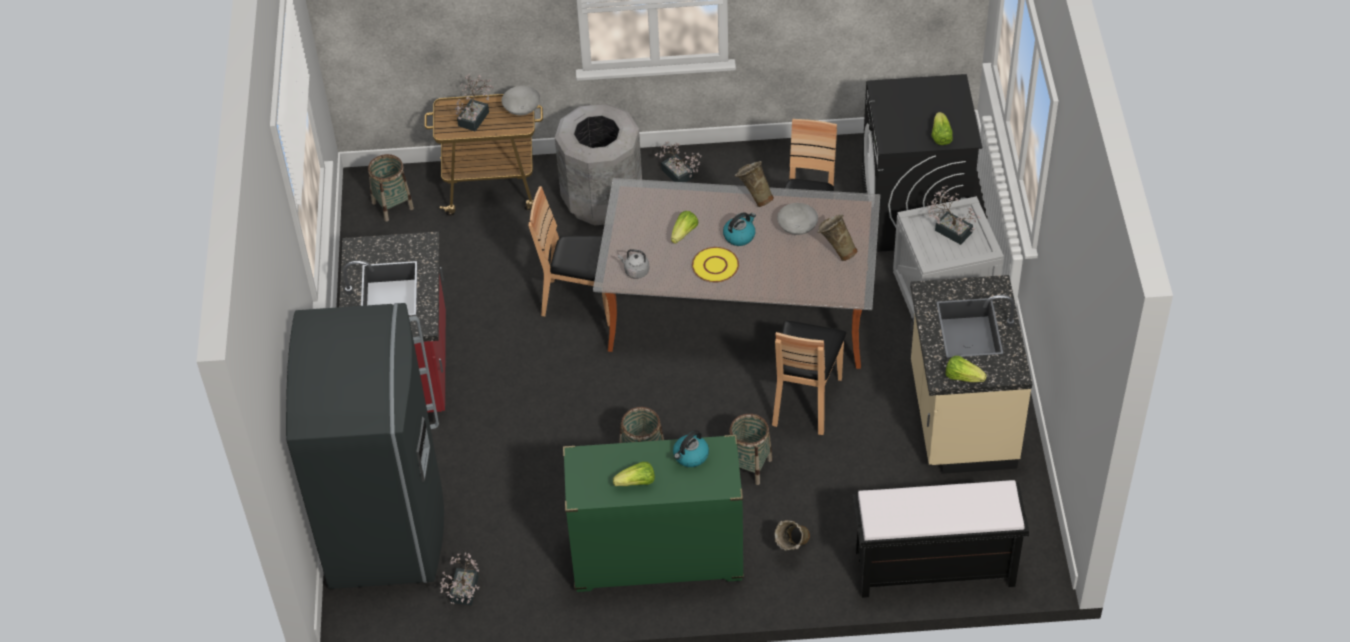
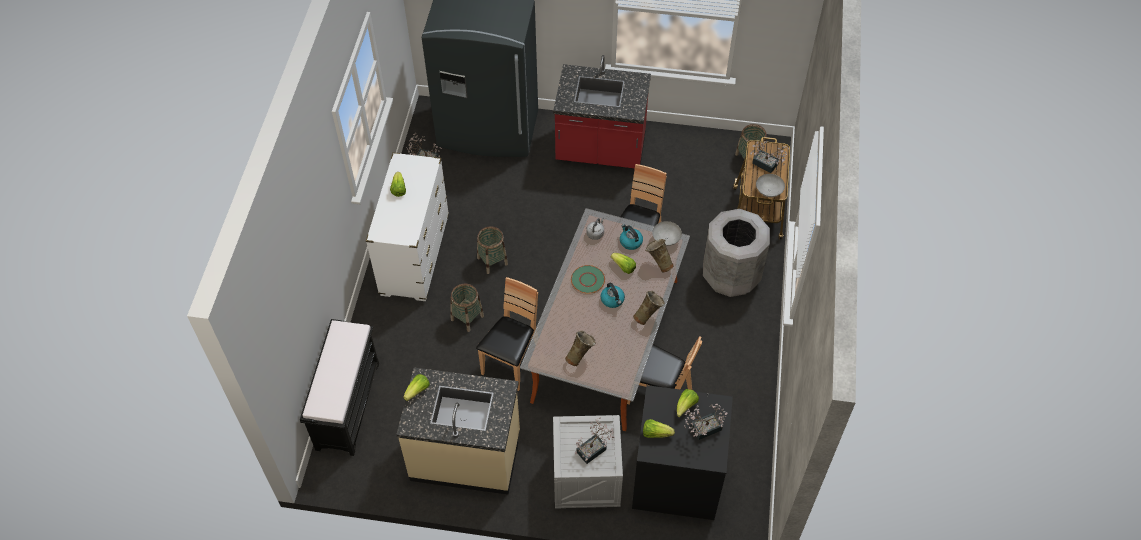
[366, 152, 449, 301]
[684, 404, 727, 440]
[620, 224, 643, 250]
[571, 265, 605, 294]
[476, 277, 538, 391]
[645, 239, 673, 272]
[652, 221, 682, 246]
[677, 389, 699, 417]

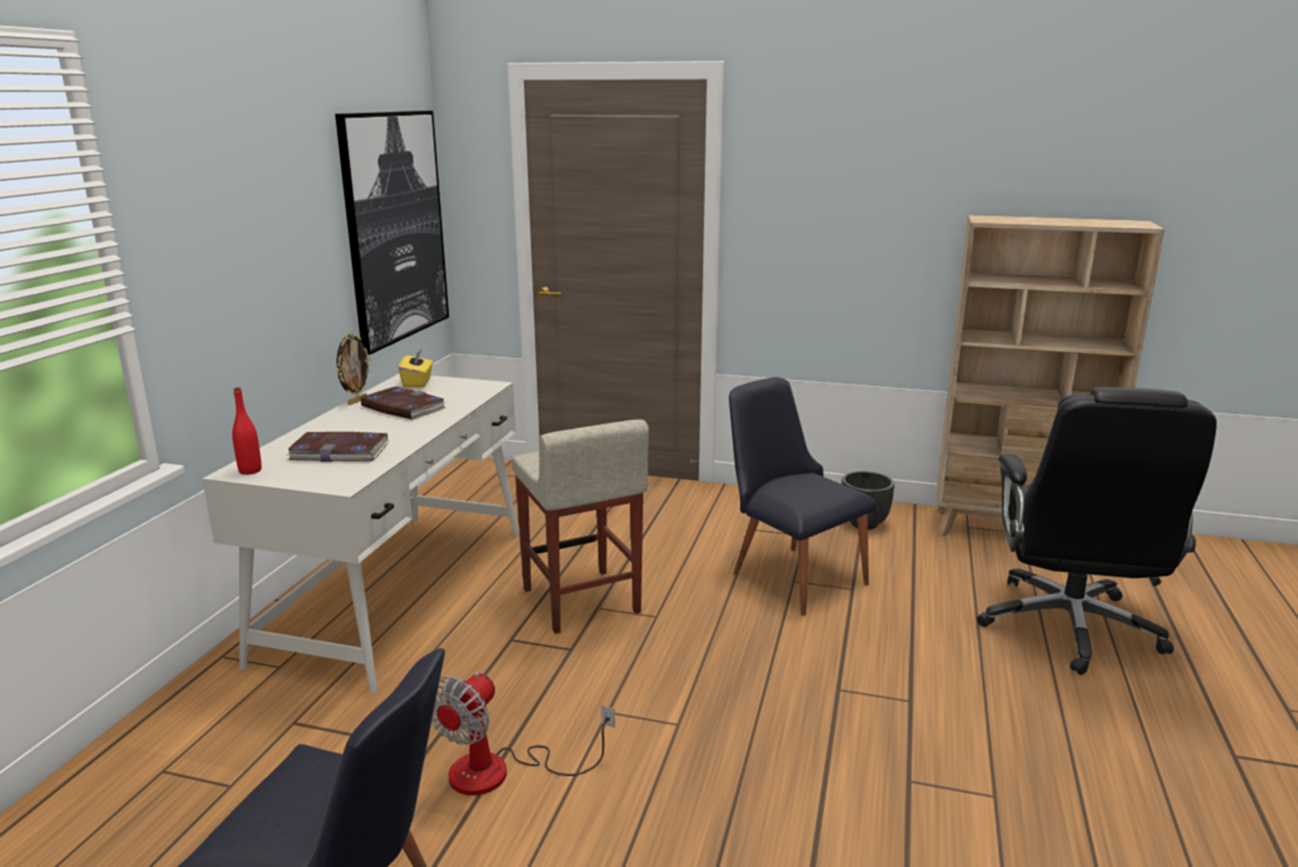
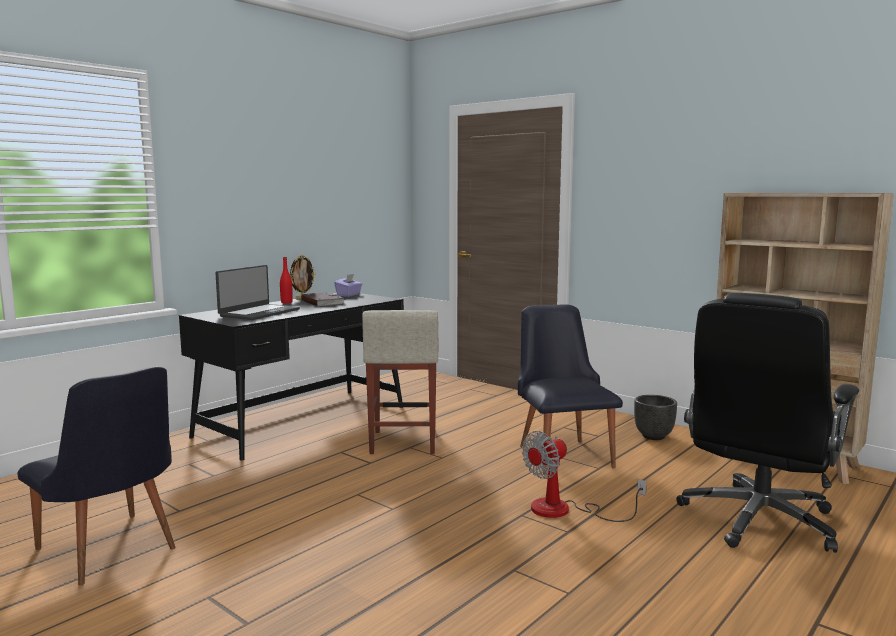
[179, 293, 404, 460]
[280, 257, 293, 303]
[215, 265, 300, 320]
[335, 111, 449, 355] (first image)
[334, 274, 362, 297]
[522, 431, 647, 522]

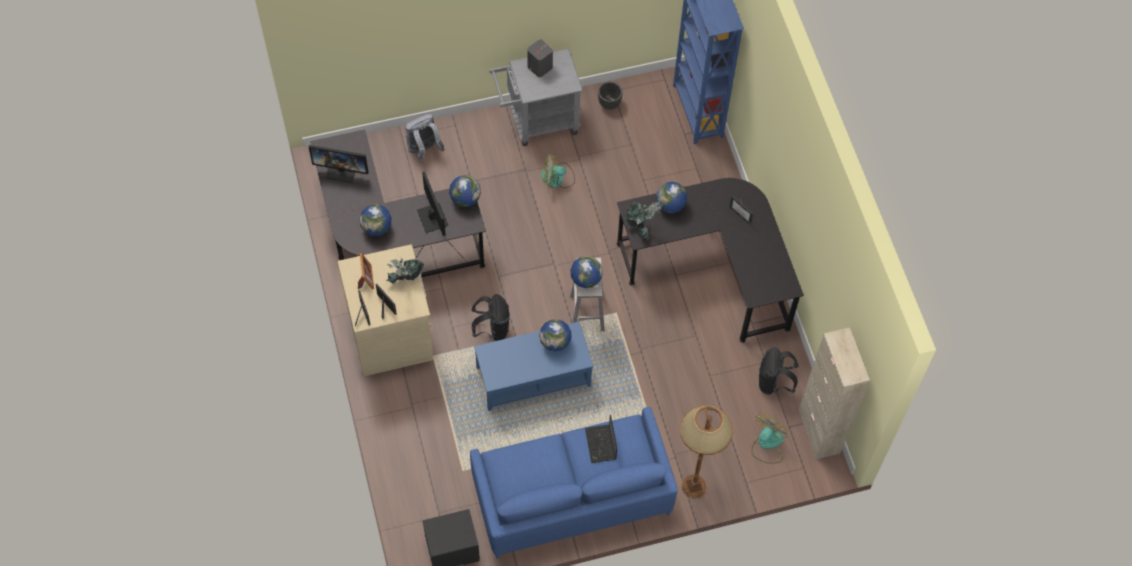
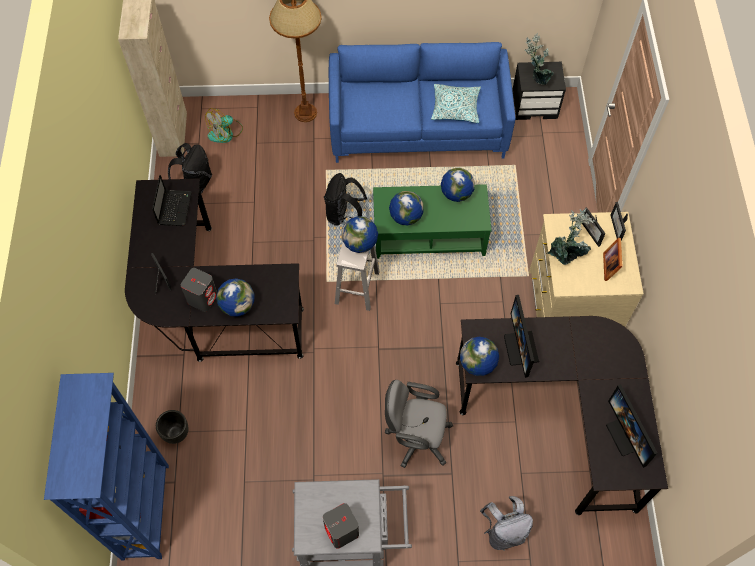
[606, 384, 657, 468]
[441, 168, 475, 202]
[324, 173, 367, 226]
[373, 184, 492, 259]
[541, 154, 575, 188] (first image)
[152, 175, 192, 226]
[156, 410, 189, 444]
[525, 33, 554, 85]
[181, 268, 217, 312]
[385, 380, 453, 468]
[431, 84, 481, 123]

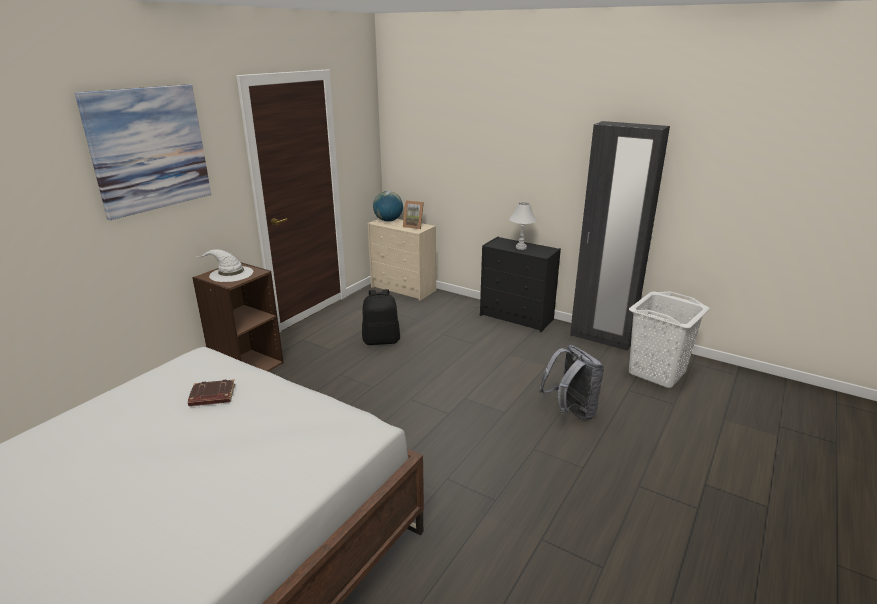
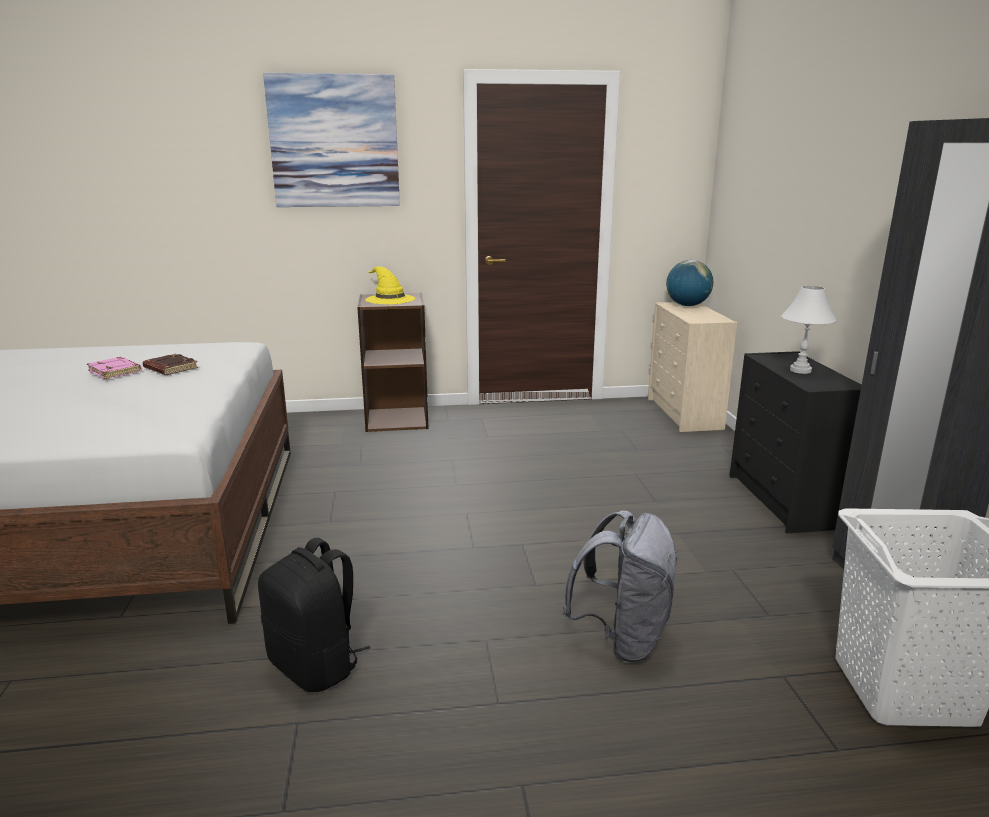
[365, 266, 415, 304]
[258, 538, 371, 692]
[403, 200, 424, 229] (first image)
[87, 357, 142, 379]

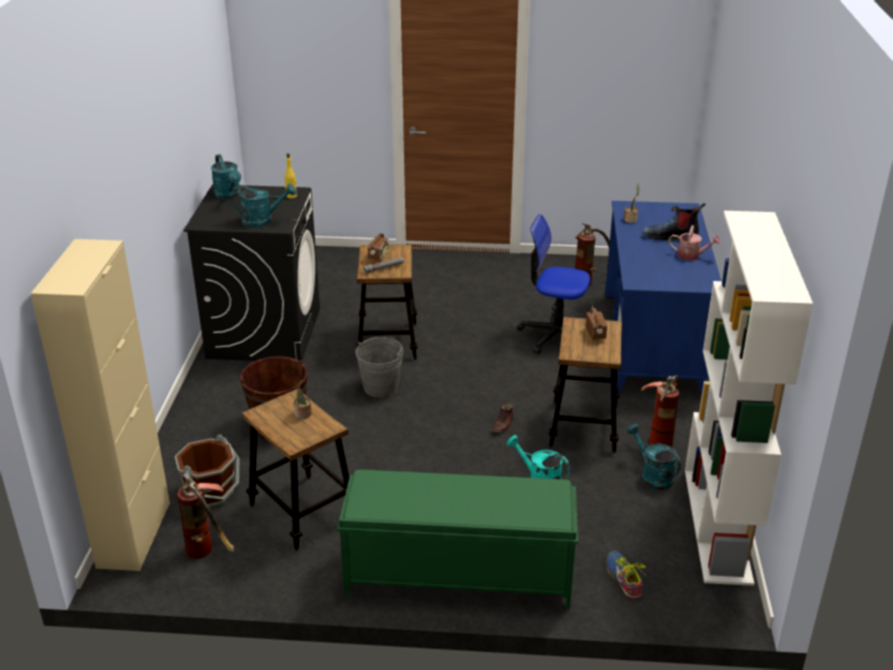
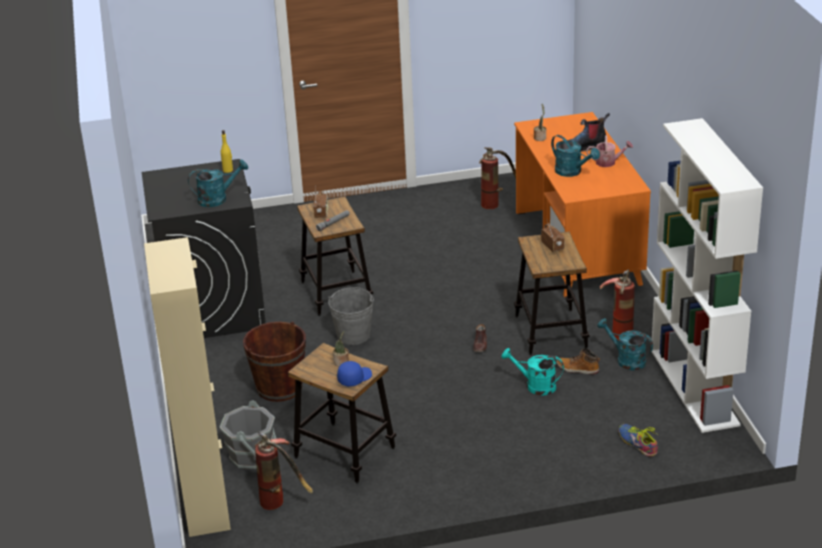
[219, 400, 277, 469]
[551, 135, 600, 177]
[337, 470, 578, 609] (first image)
[517, 214, 590, 354] (first image)
[514, 112, 651, 297]
[337, 361, 372, 387]
[557, 348, 600, 374]

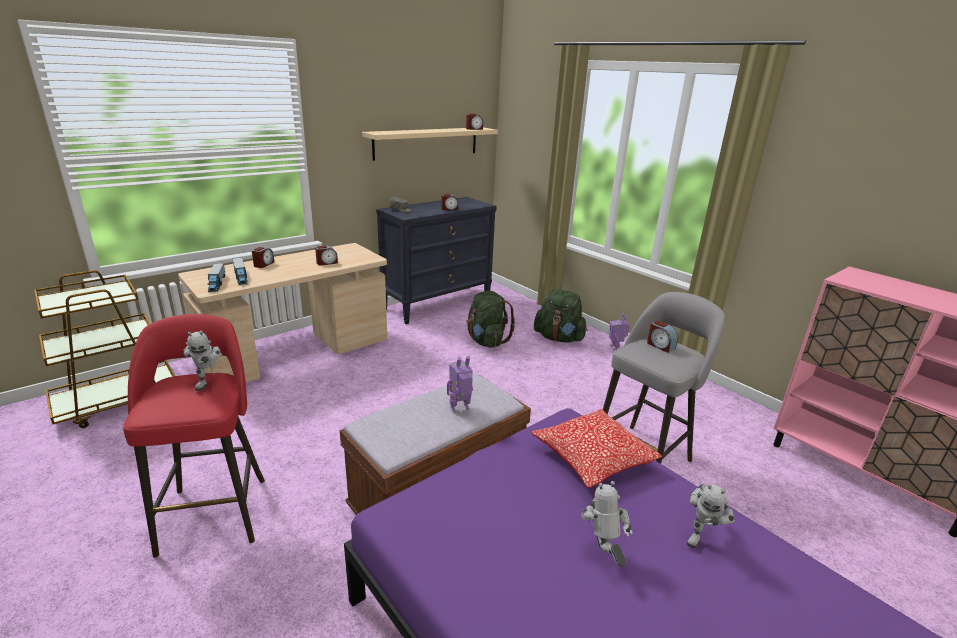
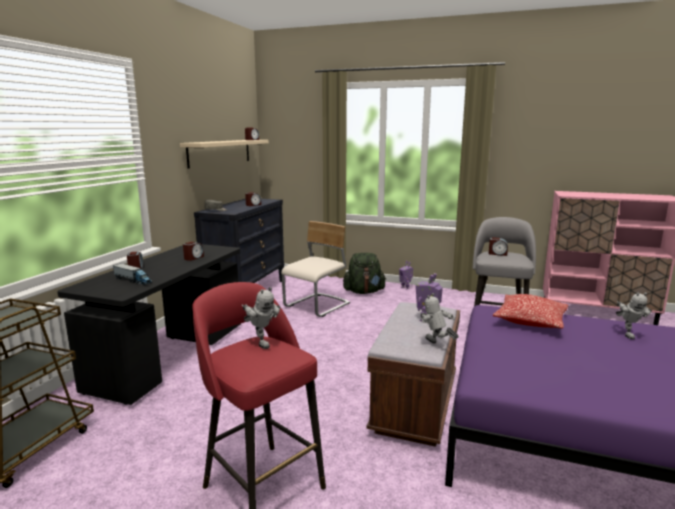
[57, 244, 240, 405]
[208, 263, 225, 292] (first image)
[281, 221, 350, 317]
[421, 293, 459, 343]

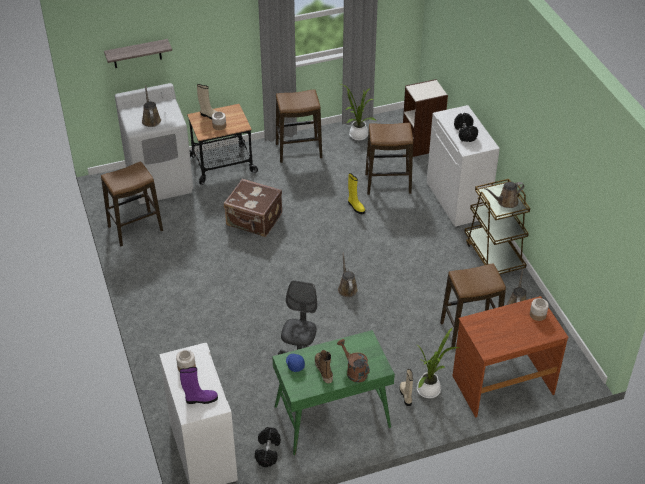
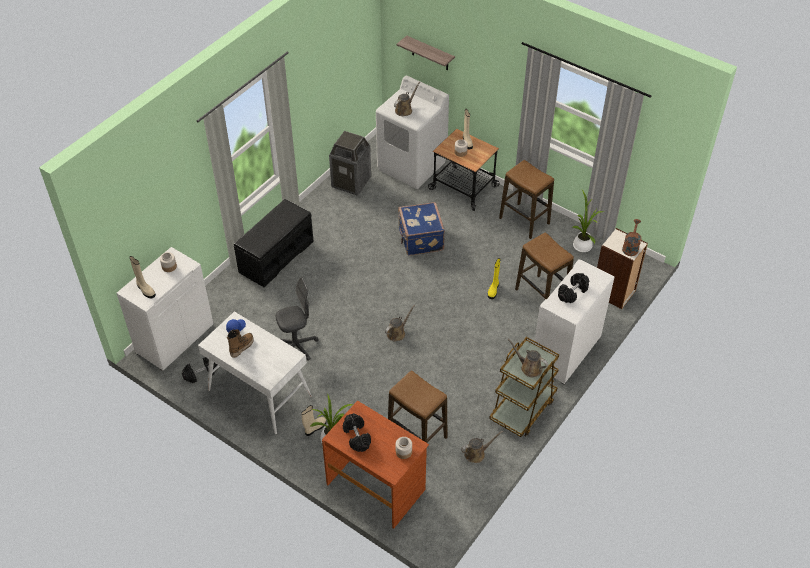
[329, 131, 371, 196]
[129, 256, 156, 299]
[398, 202, 445, 256]
[198, 312, 312, 434]
[622, 219, 642, 256]
[234, 199, 314, 288]
[343, 413, 371, 452]

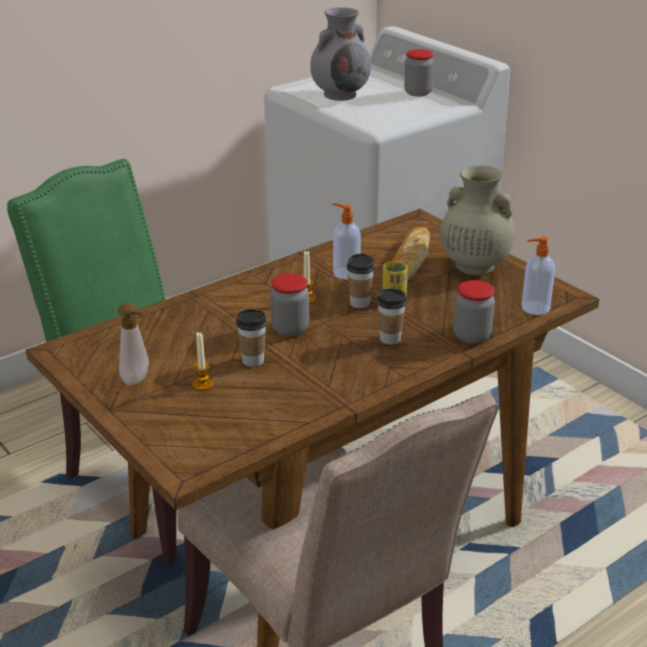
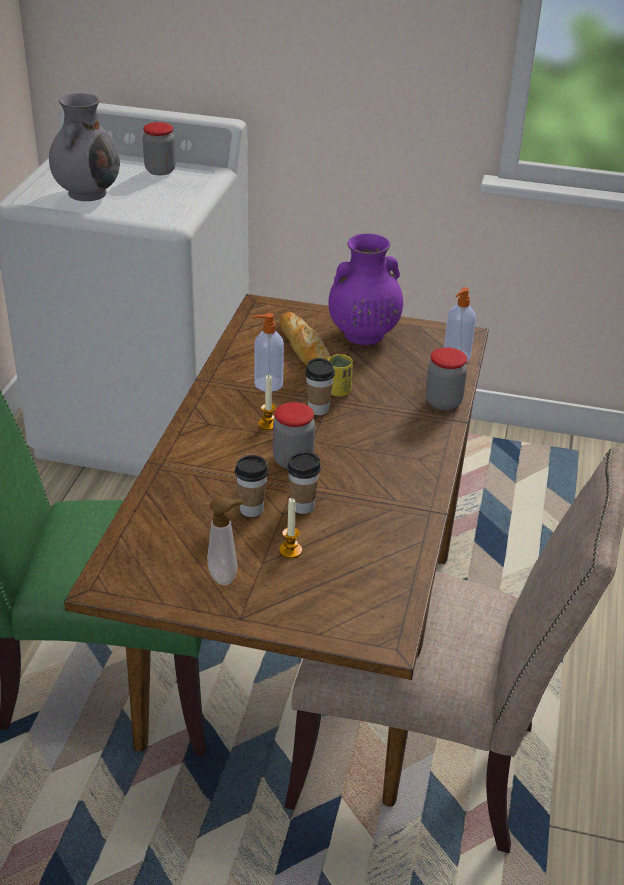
[235, 455, 269, 517]
[328, 233, 403, 345]

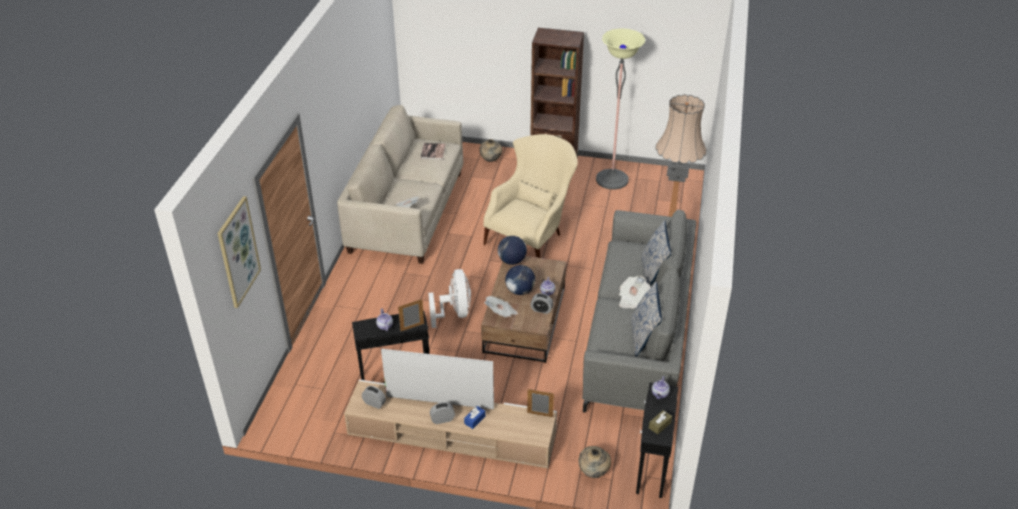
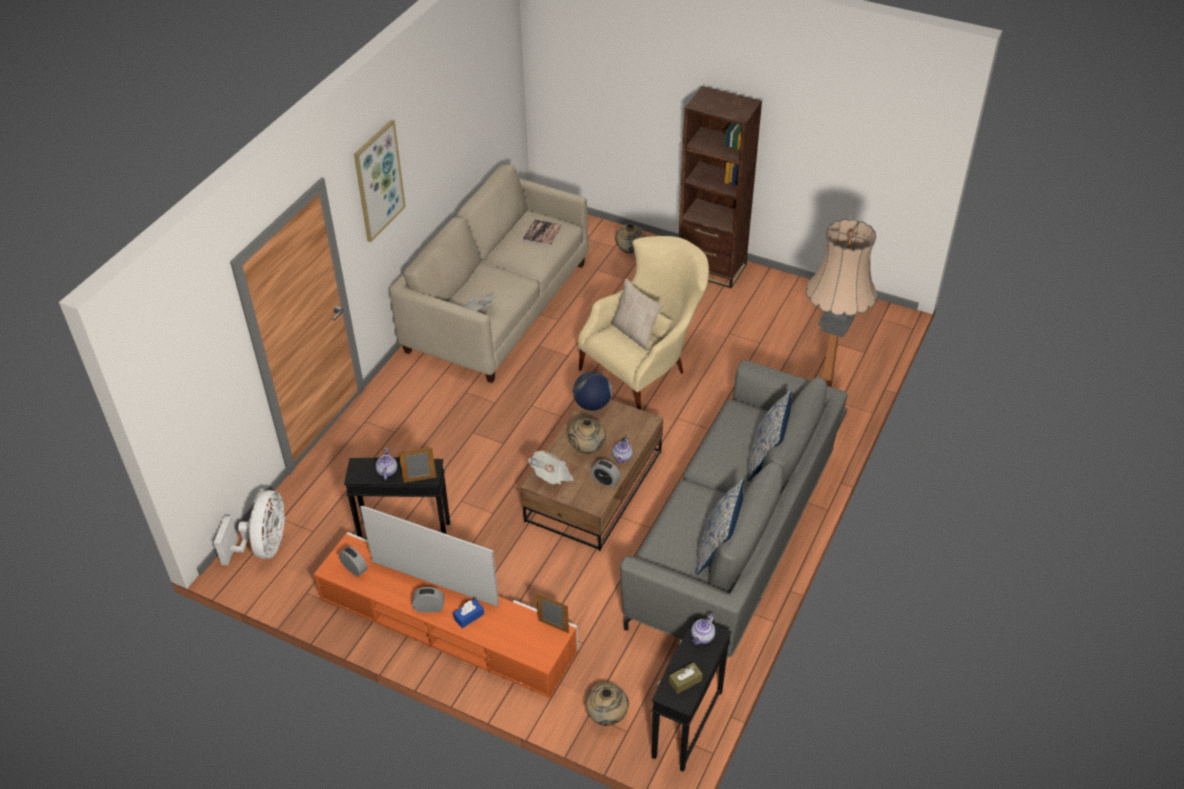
[354, 120, 406, 242]
[314, 532, 578, 698]
[214, 490, 286, 565]
[568, 418, 606, 454]
[596, 28, 645, 190] (first image)
[619, 276, 651, 309] (first image)
[611, 278, 663, 351]

